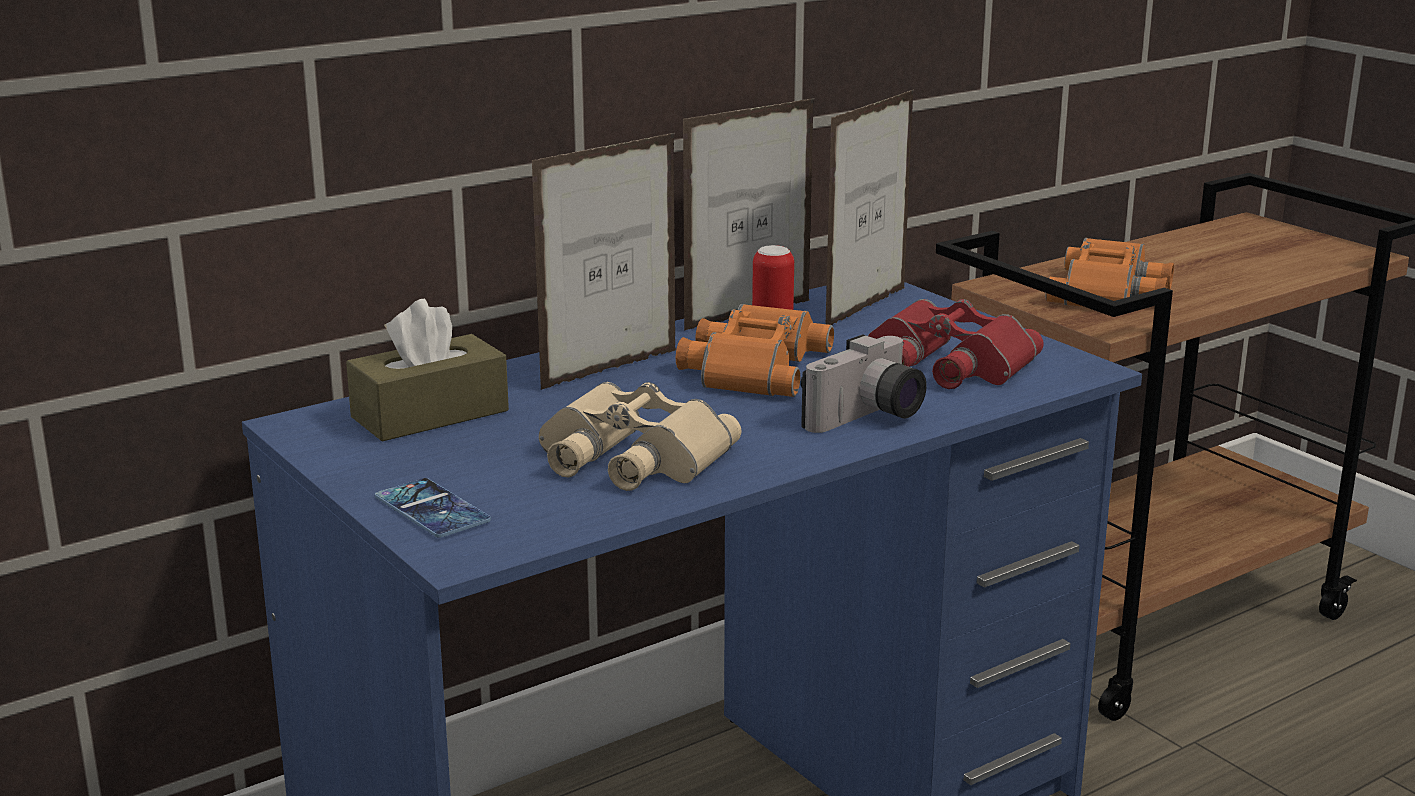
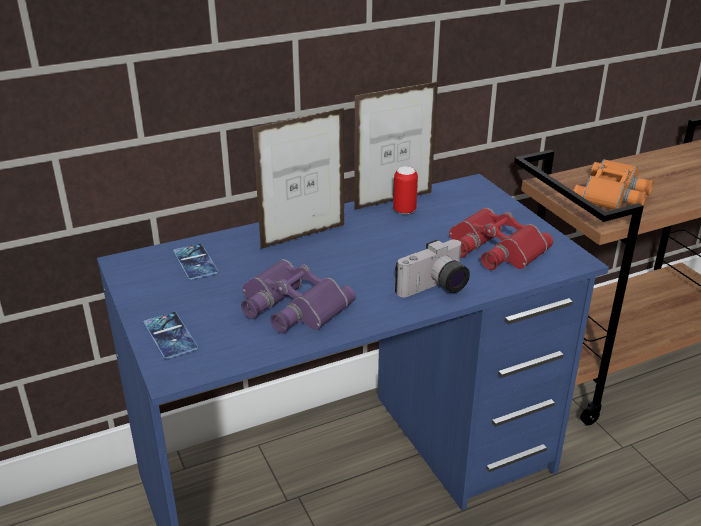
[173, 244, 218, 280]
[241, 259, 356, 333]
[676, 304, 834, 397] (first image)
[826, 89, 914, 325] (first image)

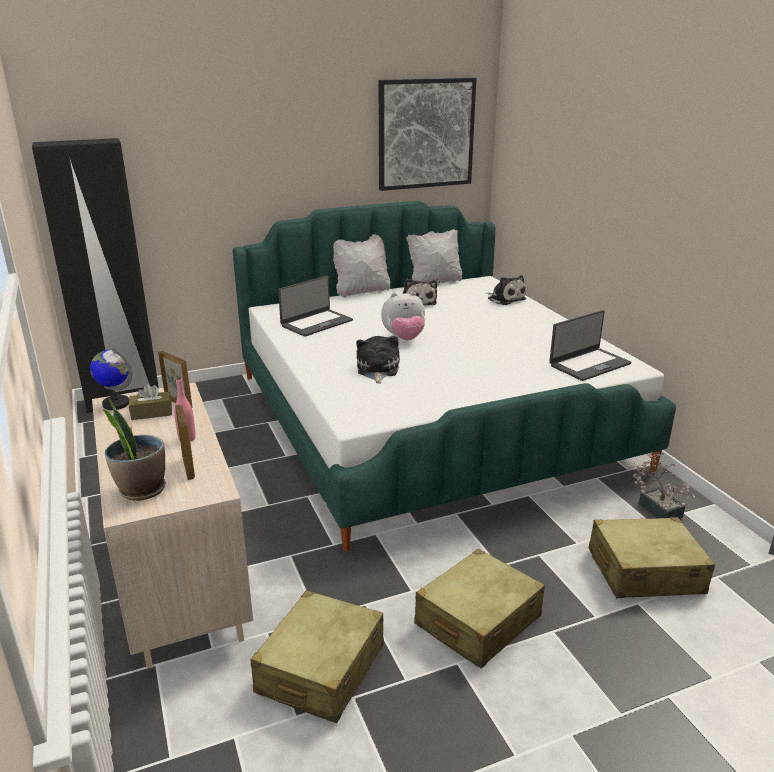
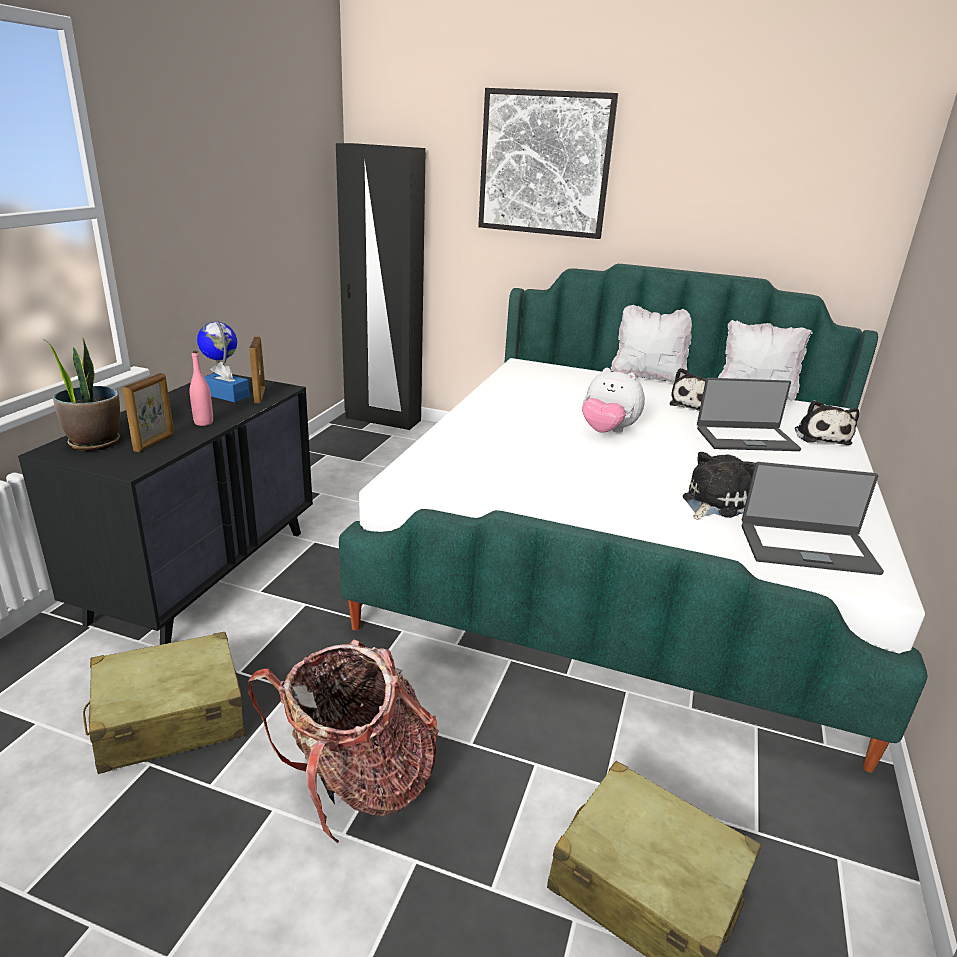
[18, 373, 313, 645]
[204, 362, 250, 402]
[697, 378, 801, 451]
[683, 452, 755, 520]
[478, 88, 618, 239]
[248, 640, 439, 843]
[633, 453, 696, 519] (first image)

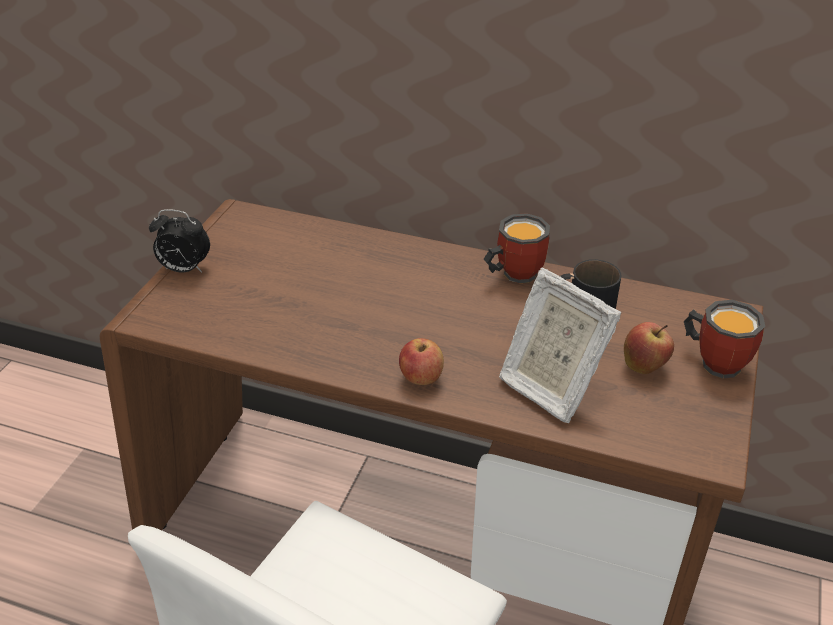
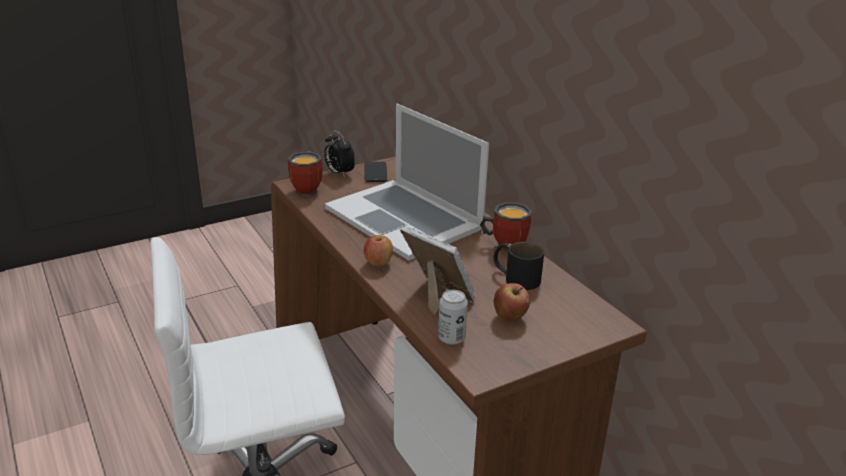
[400, 225, 476, 316]
[288, 152, 323, 196]
[325, 104, 489, 261]
[364, 162, 387, 182]
[438, 290, 468, 345]

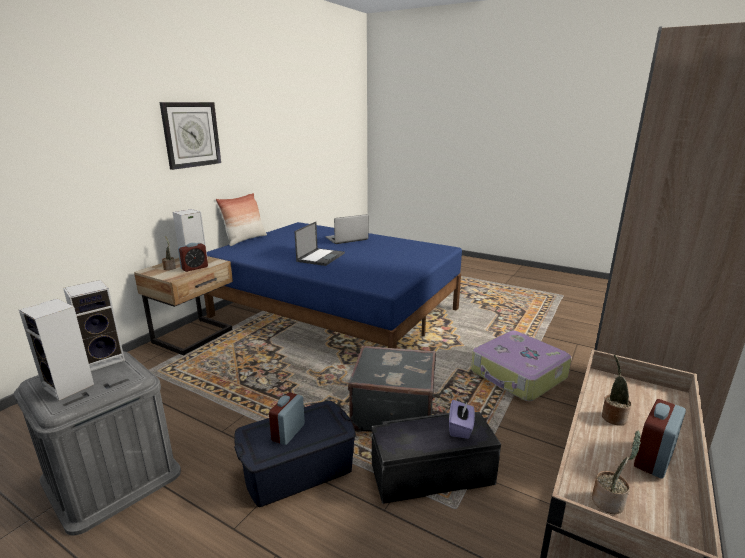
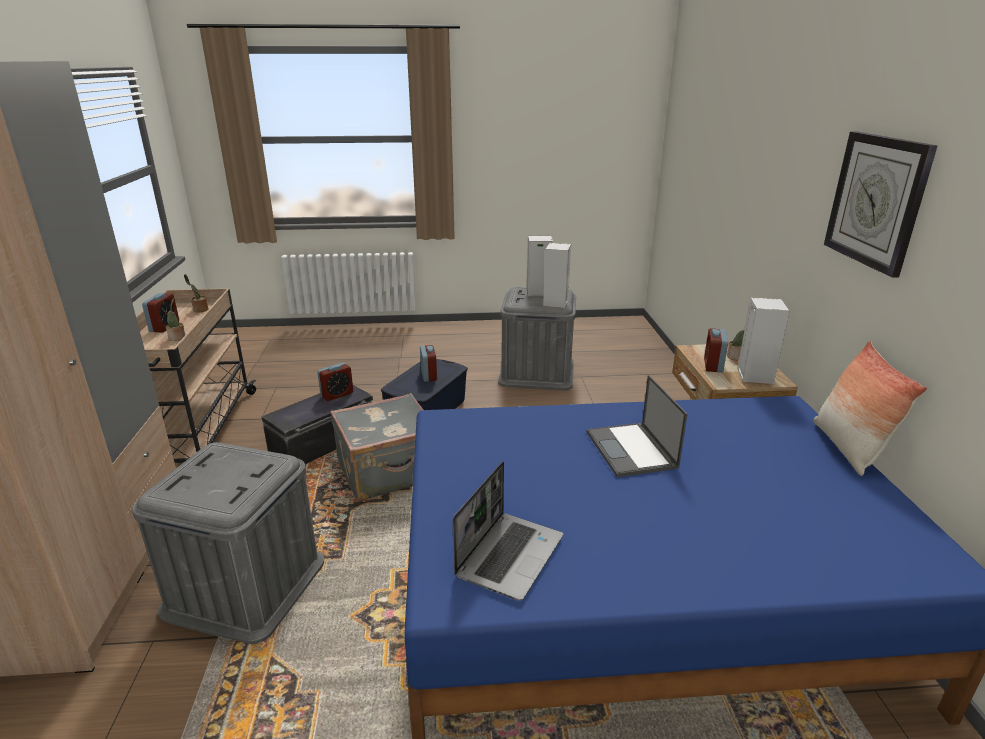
[452, 461, 563, 601]
[449, 400, 475, 439] (first image)
[132, 442, 324, 644]
[317, 363, 353, 401]

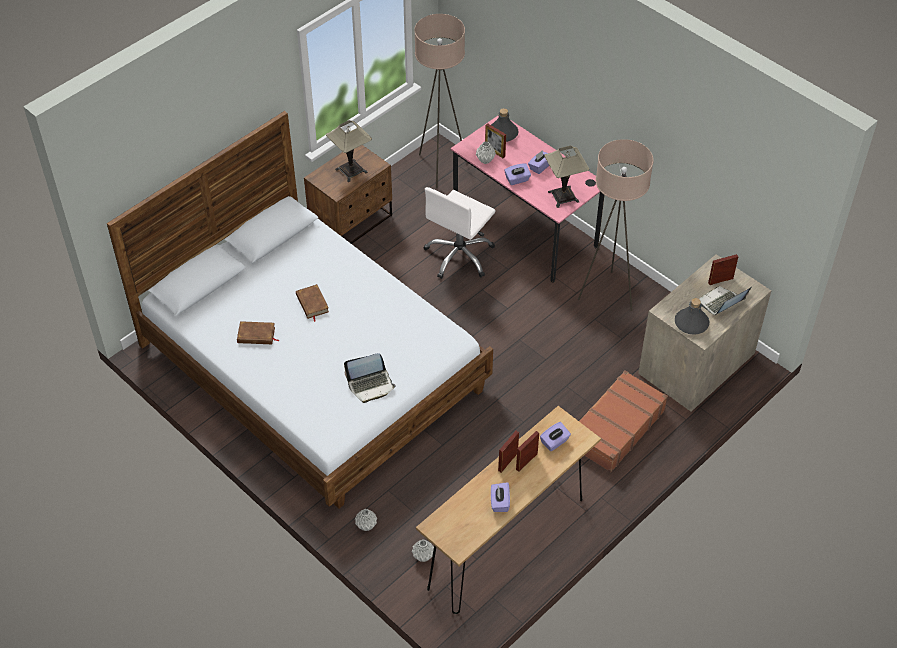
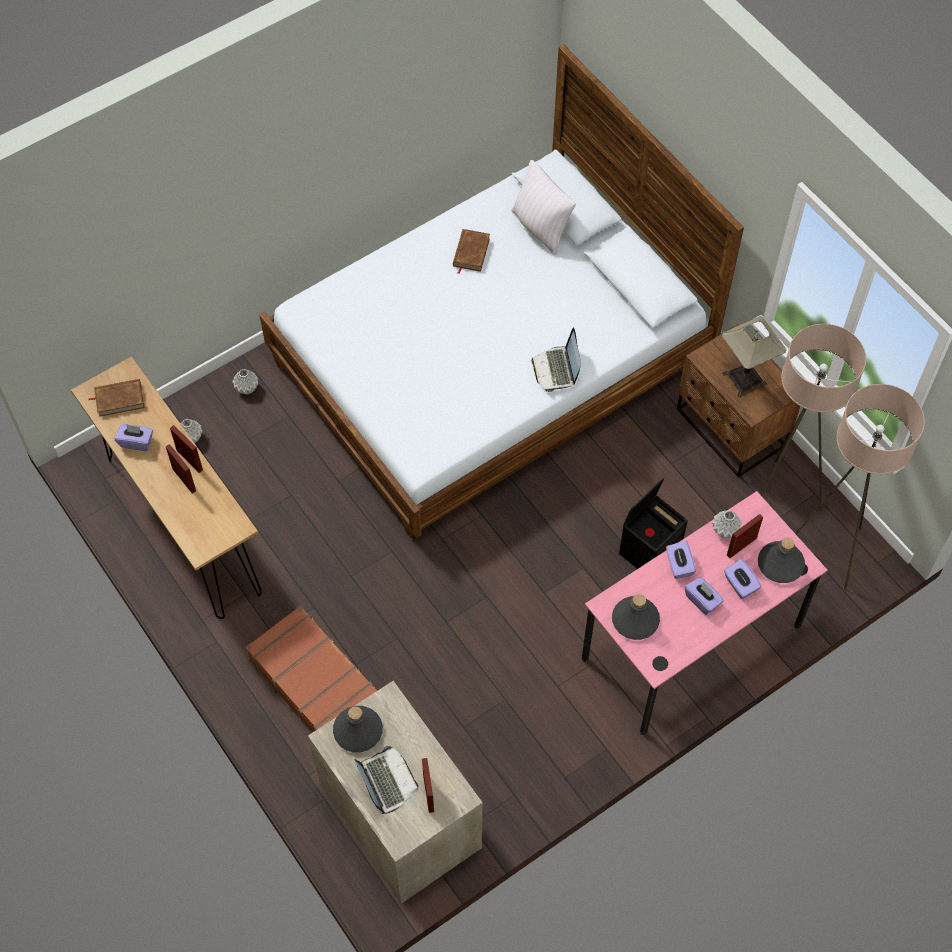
[88, 379, 145, 417]
[531, 327, 581, 392]
[619, 477, 688, 569]
[724, 559, 761, 599]
[612, 594, 660, 640]
[761, 324, 866, 511]
[512, 160, 576, 255]

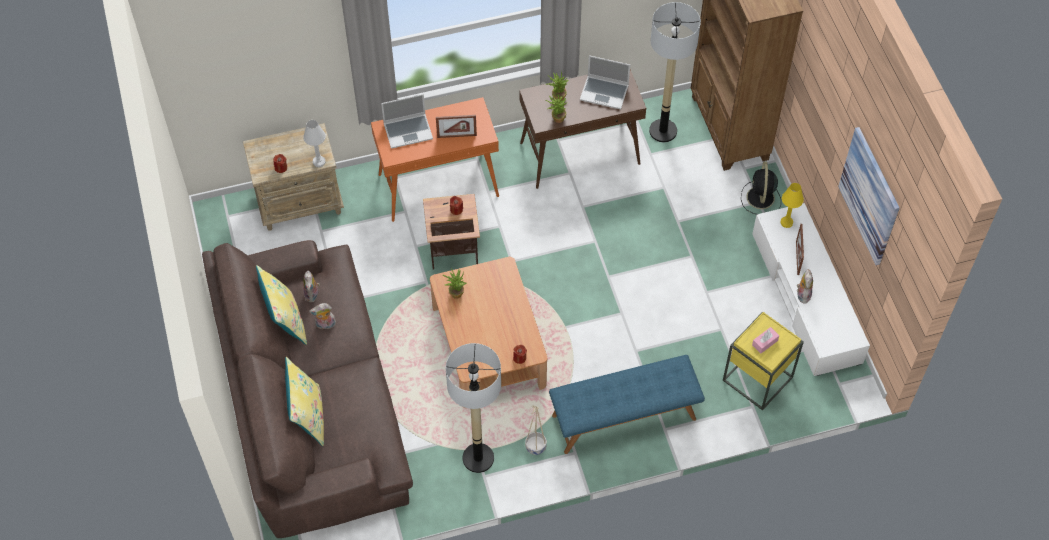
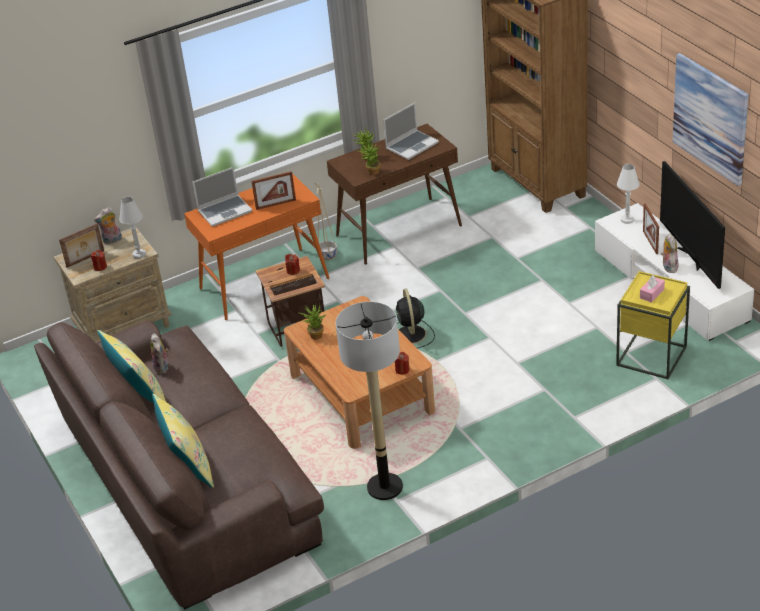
[94, 207, 122, 244]
[315, 182, 337, 260]
[549, 355, 705, 454] (first image)
[383, 103, 439, 160]
[649, 2, 701, 142] (first image)
[396, 288, 435, 348]
[617, 164, 640, 224]
[59, 223, 104, 268]
[660, 161, 725, 289]

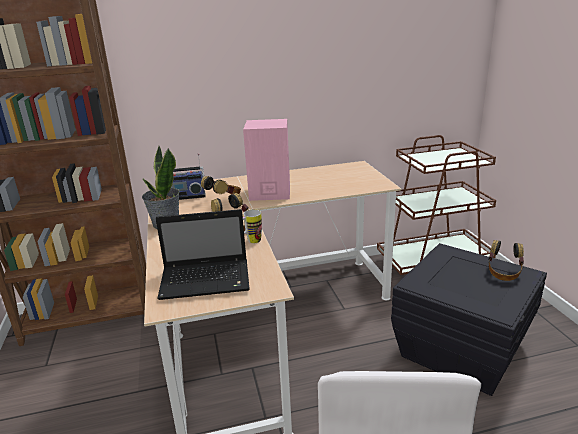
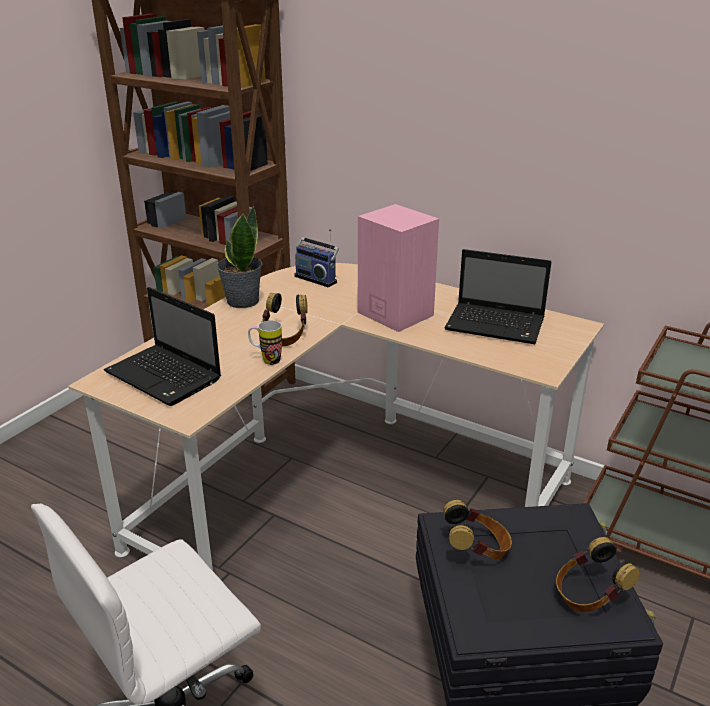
[443, 500, 512, 560]
[445, 249, 551, 344]

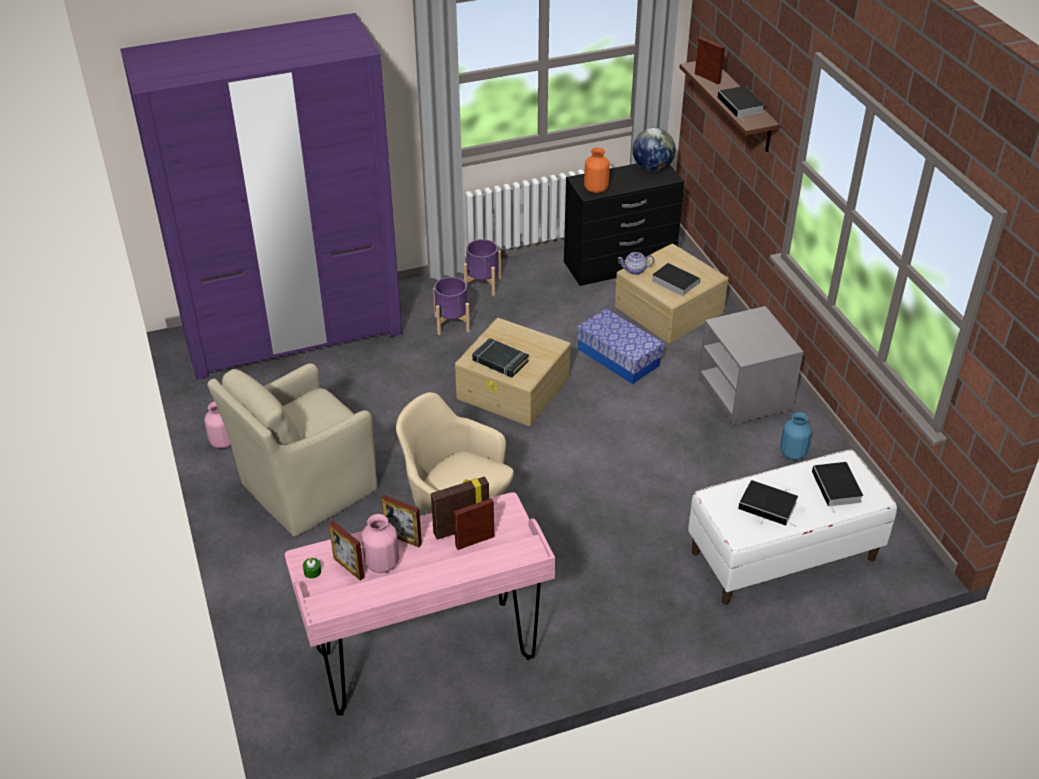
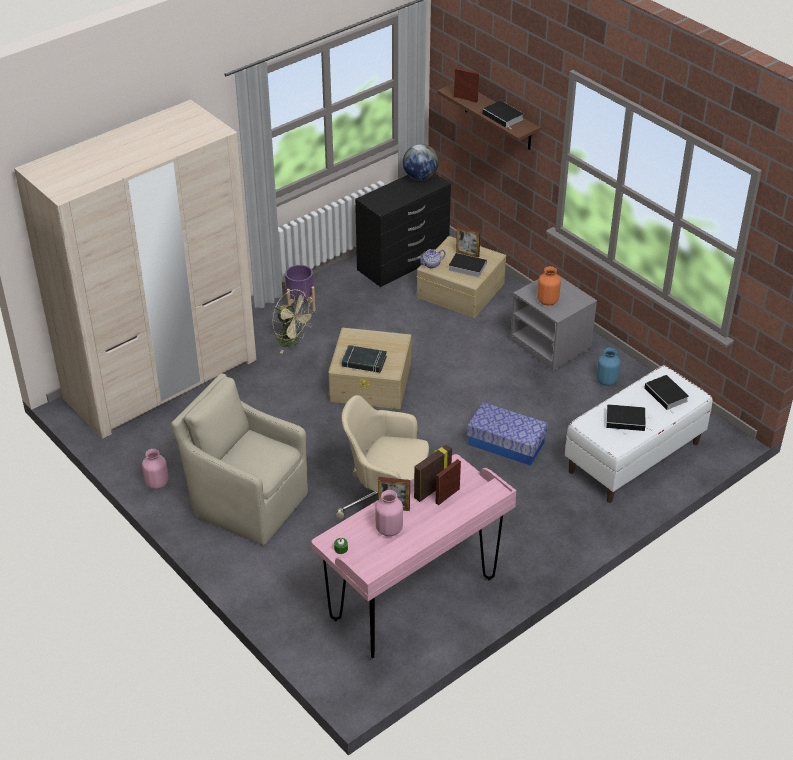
[14, 99, 256, 439]
[171, 373, 308, 545]
[456, 226, 481, 258]
[272, 289, 316, 354]
[467, 402, 548, 466]
[537, 266, 561, 306]

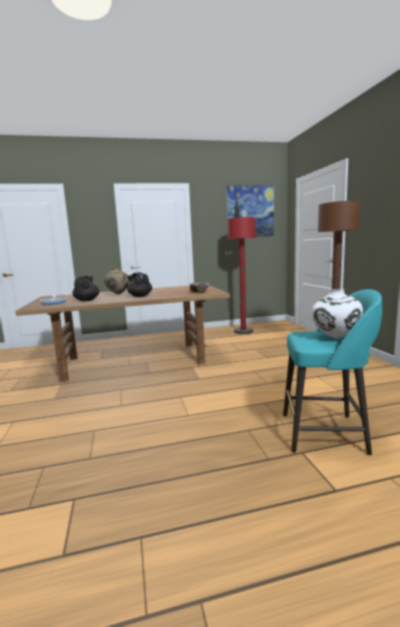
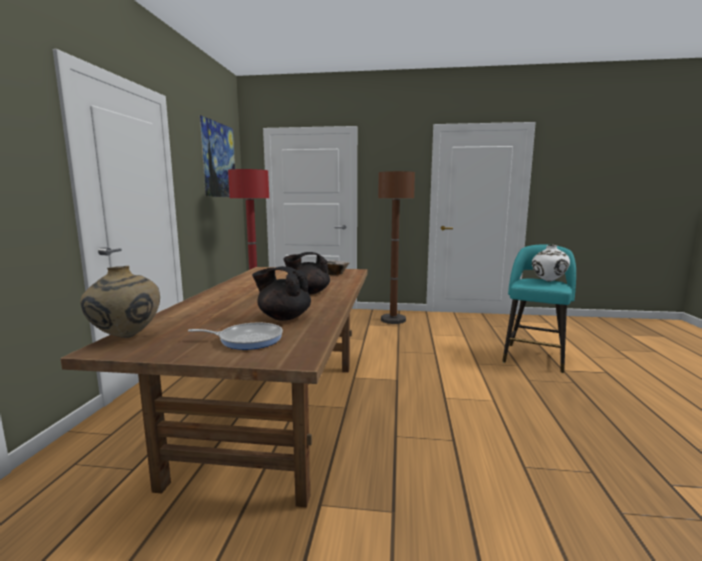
[80, 266, 160, 338]

